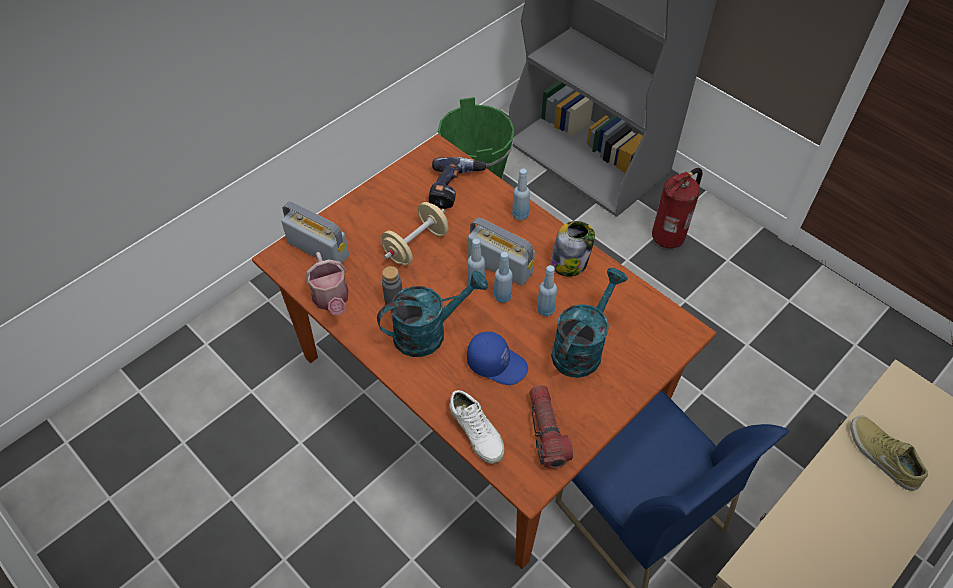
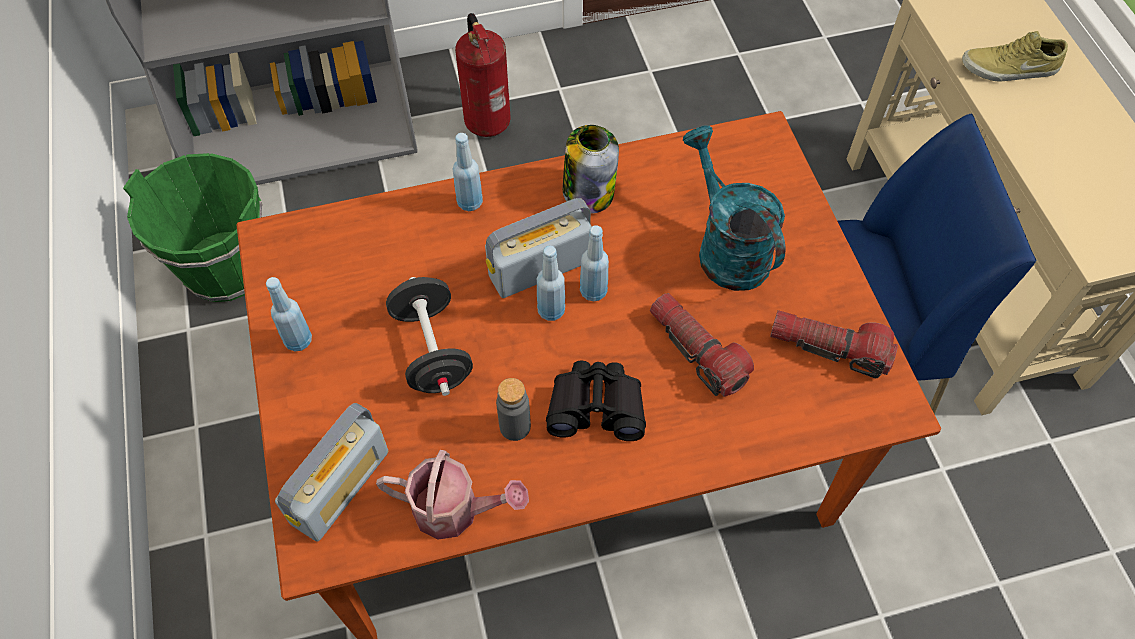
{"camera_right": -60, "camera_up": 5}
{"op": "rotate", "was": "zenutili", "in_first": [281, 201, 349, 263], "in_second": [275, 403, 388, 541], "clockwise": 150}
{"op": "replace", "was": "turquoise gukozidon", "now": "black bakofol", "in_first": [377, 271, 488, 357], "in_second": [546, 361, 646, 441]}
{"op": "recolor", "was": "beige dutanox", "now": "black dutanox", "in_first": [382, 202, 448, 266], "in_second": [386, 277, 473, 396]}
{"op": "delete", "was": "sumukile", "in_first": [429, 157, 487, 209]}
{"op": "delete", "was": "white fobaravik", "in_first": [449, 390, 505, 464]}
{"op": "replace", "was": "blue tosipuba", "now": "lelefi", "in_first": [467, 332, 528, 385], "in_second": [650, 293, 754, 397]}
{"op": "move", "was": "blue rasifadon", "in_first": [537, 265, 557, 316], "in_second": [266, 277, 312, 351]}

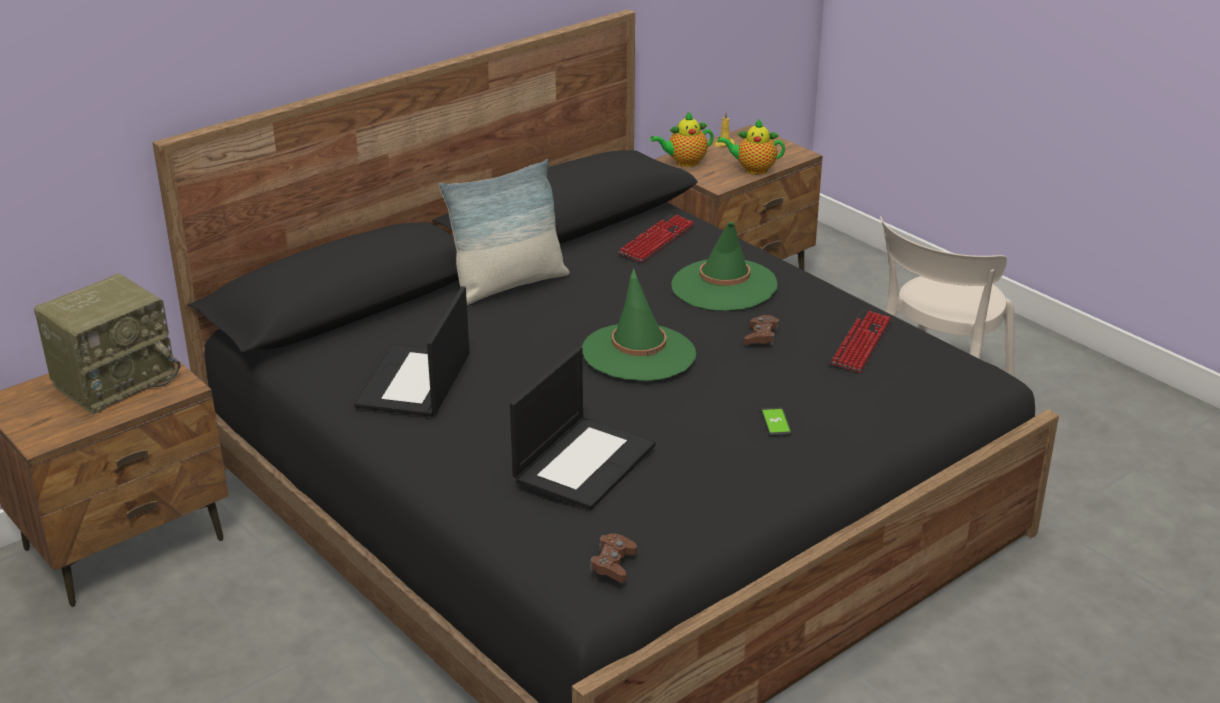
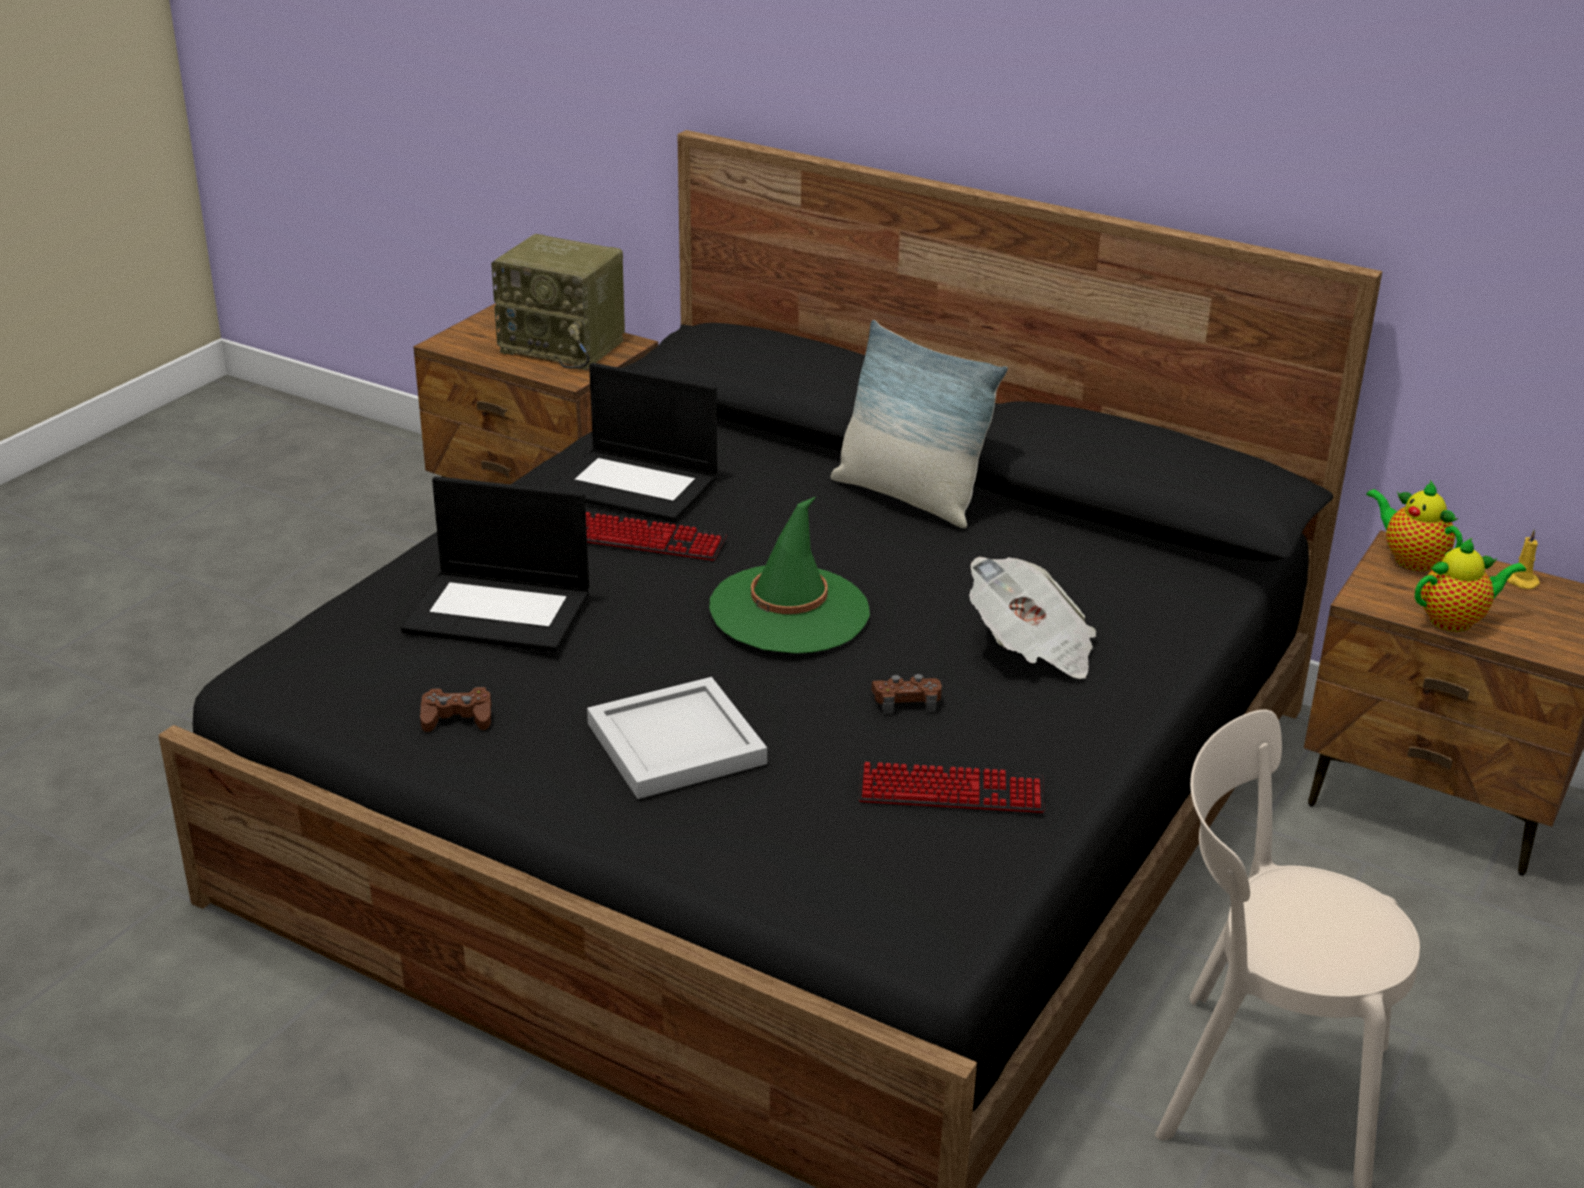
{"camera_right": 70, "camera_up": 0}
{"op": "rotate", "was": "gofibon", "in_first": [354, 286, 470, 417], "in_second": [548, 363, 717, 522], "clockwise": -150}
{"op": "move", "was": "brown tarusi", "in_first": [590, 533, 637, 582], "in_second": [420, 687, 492, 732]}
{"op": "move", "was": "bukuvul", "in_first": [618, 215, 695, 263], "in_second": [586, 512, 727, 561]}
{"op": "replace", "was": "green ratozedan", "now": "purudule", "in_first": [671, 222, 777, 311], "in_second": [969, 557, 1096, 679]}
{"op": "rotate", "was": "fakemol", "in_first": [717, 119, 785, 175], "in_second": [1415, 538, 1526, 632], "clockwise": 90}
{"op": "replace", "was": "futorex", "now": "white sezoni", "in_first": [761, 407, 792, 436], "in_second": [587, 677, 767, 799]}

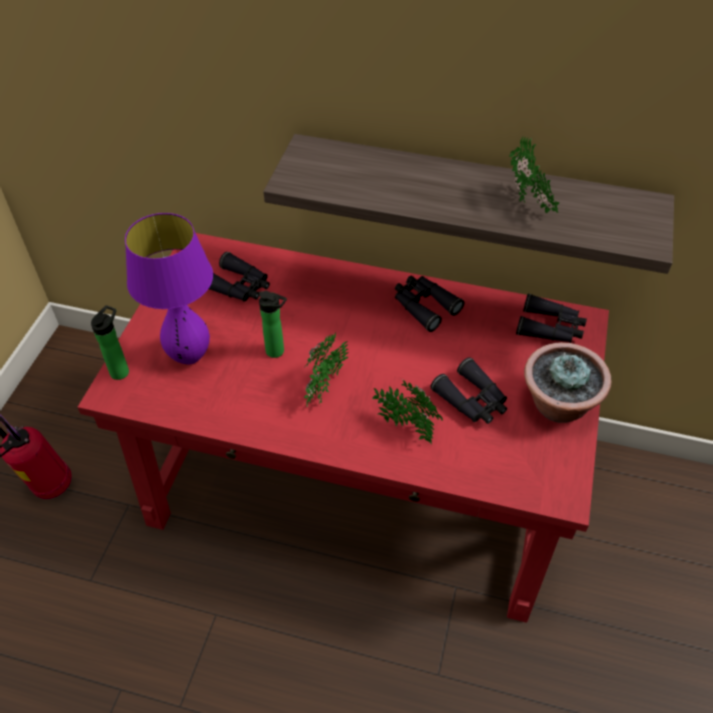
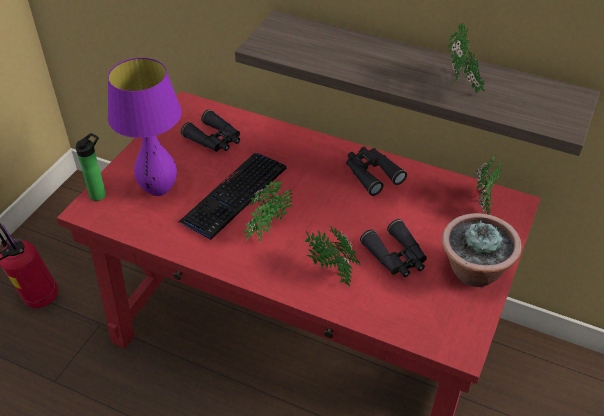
{"camera_right": 10, "camera_up": -5}
{"op": "replace", "was": "rasifadon", "now": "bukuvul", "in_first": [259, 291, 287, 358], "in_second": [179, 153, 286, 240]}
{"op": "replace", "was": "black bakofol", "now": "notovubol", "in_first": [516, 294, 587, 343], "in_second": [476, 153, 503, 215]}

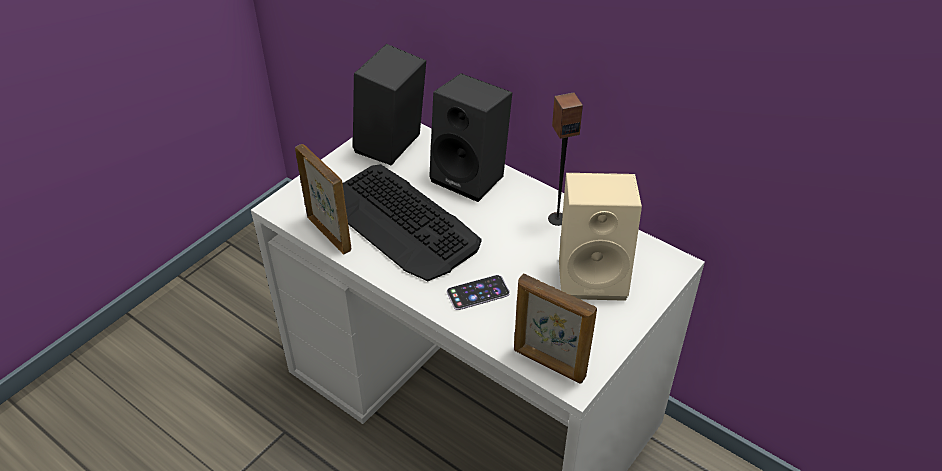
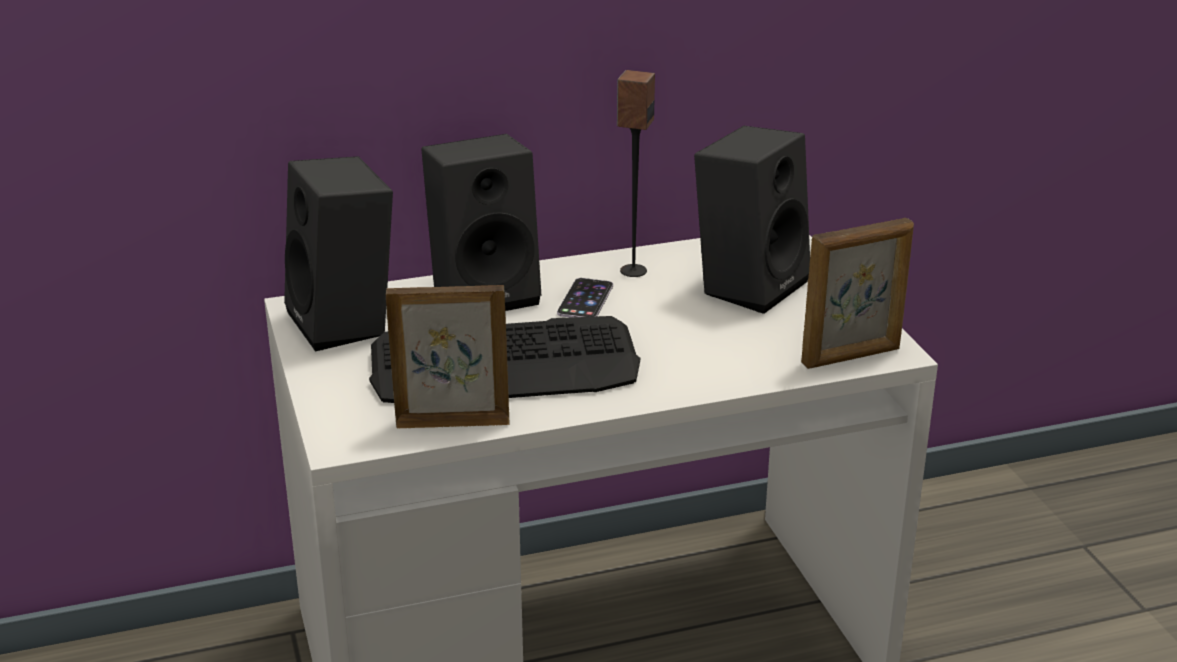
{"camera_right": -55, "camera_up": -15}
{"op": "move", "was": "futorex", "in_first": [447, 275, 510, 310], "in_second": [557, 278, 613, 318]}
{"op": "recolor", "was": "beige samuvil", "now": "black samuvil", "in_first": [559, 173, 642, 301], "in_second": [694, 126, 810, 314]}

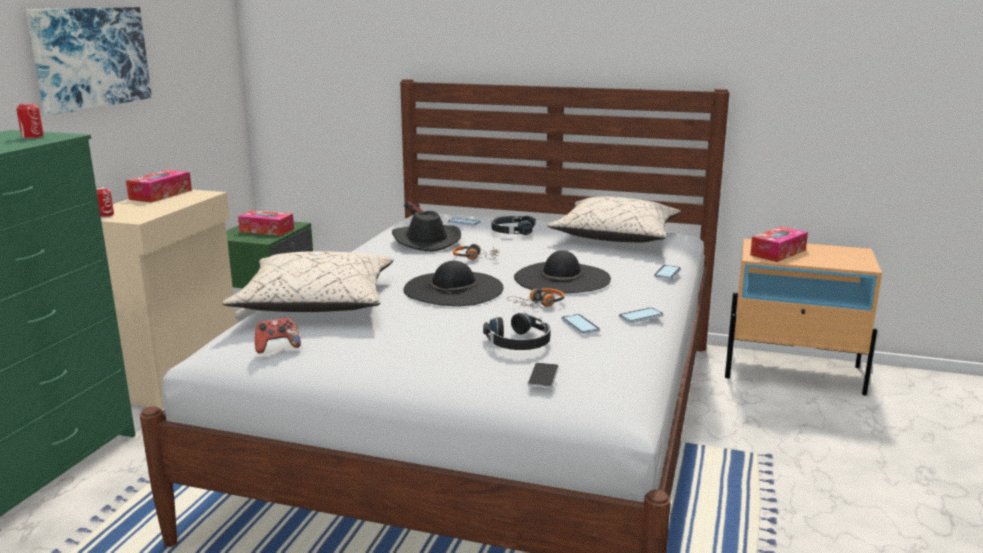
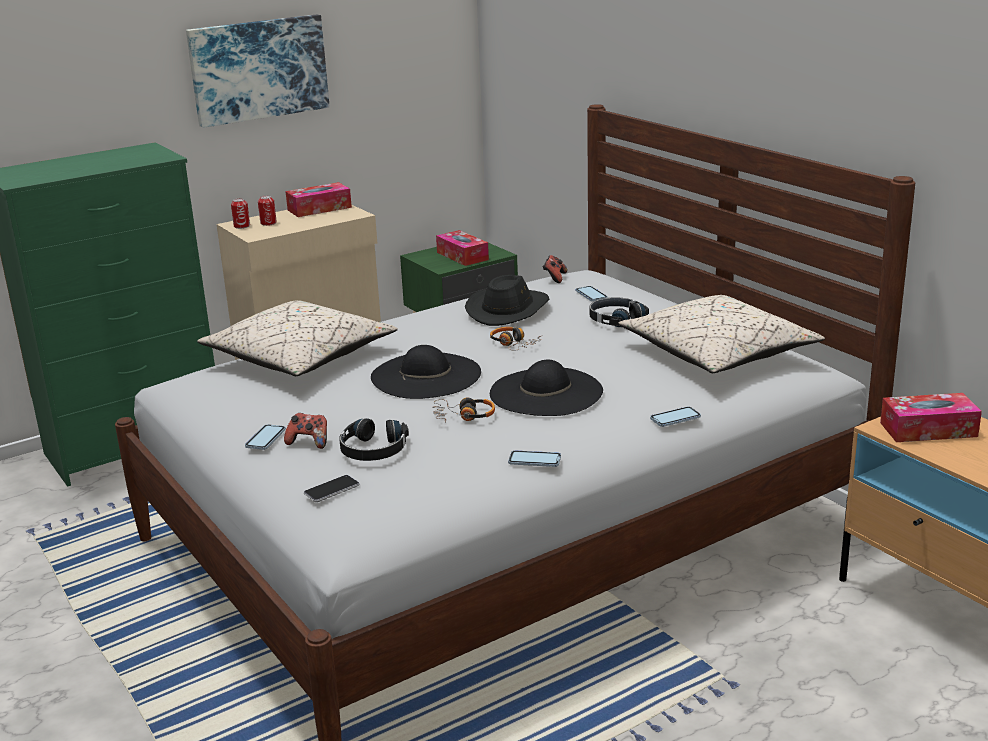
{"camera_right": 40, "camera_up": 5}
{"op": "move", "was": "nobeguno", "in_first": [16, 102, 44, 139], "in_second": [258, 196, 277, 226]}
{"op": "move", "was": "tarusi", "in_first": [255, 317, 301, 353], "in_second": [284, 413, 327, 449]}
{"op": "move", "was": "futorex", "in_first": [561, 314, 600, 334], "in_second": [245, 424, 286, 450]}

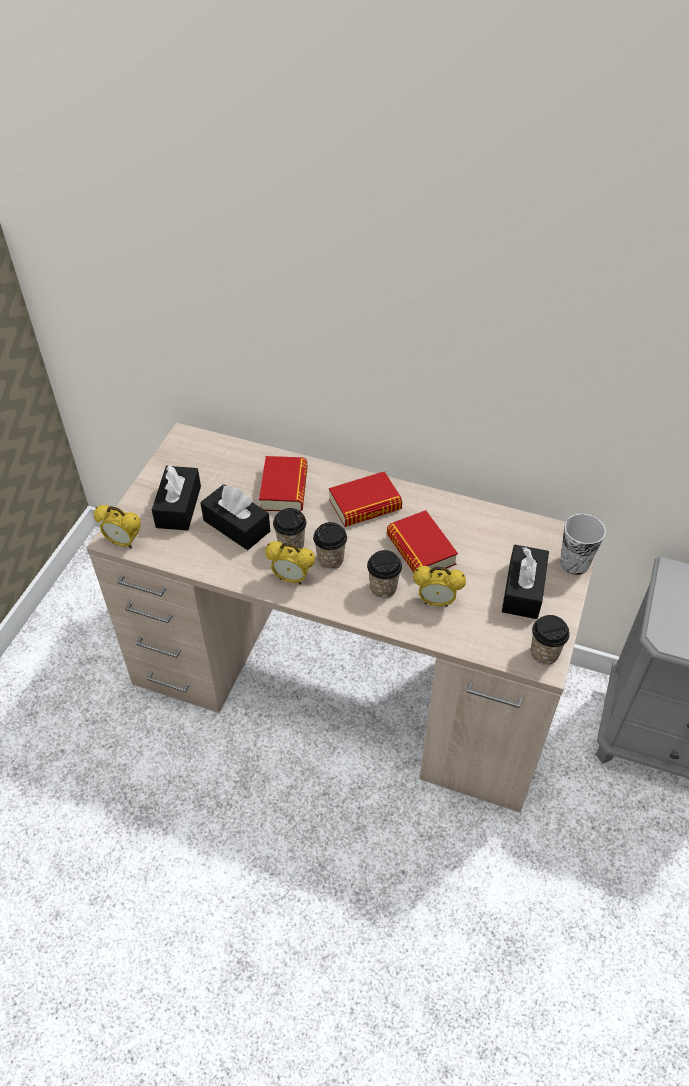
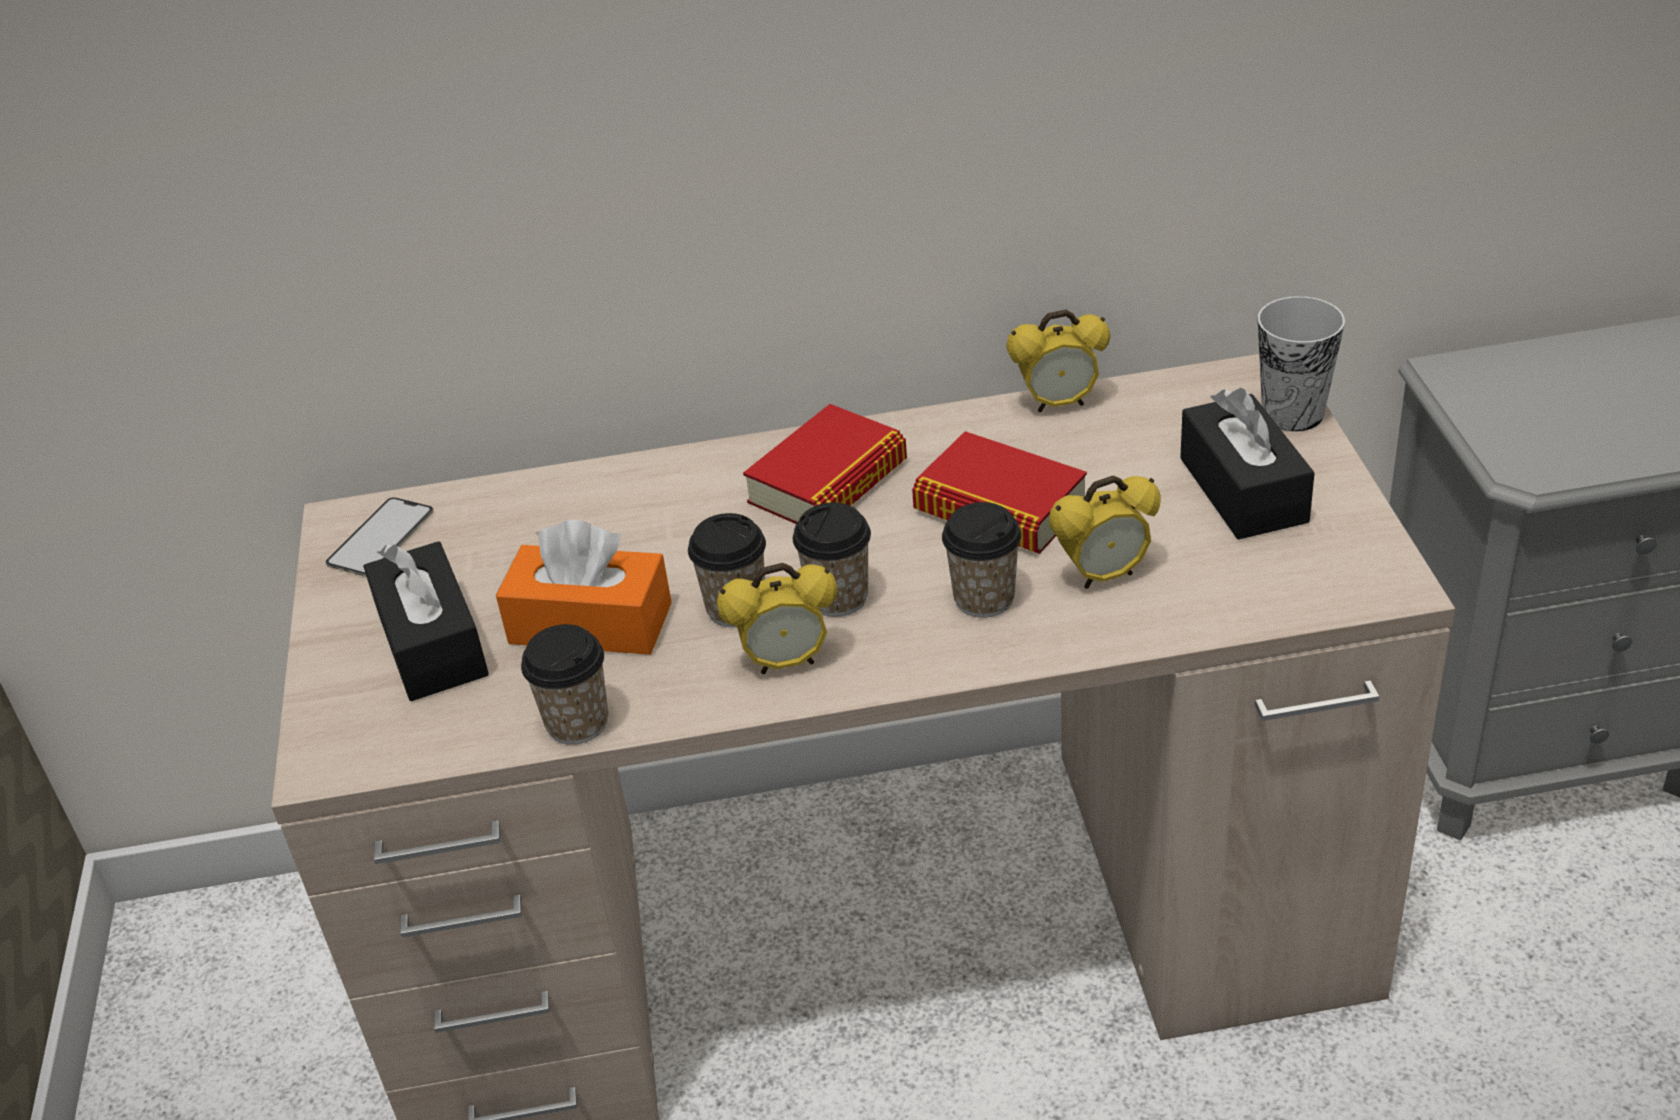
{"camera_right": -25, "camera_up": -10}
{"op": "move", "was": "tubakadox", "in_first": [94, 505, 141, 548], "in_second": [1006, 310, 1110, 412]}
{"op": "recolor", "was": "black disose", "now": "orange disose", "in_first": [200, 484, 270, 550], "in_second": [496, 520, 672, 655]}
{"op": "delete", "was": "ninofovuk", "in_first": [259, 456, 307, 511]}
{"op": "move", "was": "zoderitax", "in_first": [531, 615, 570, 665], "in_second": [521, 624, 608, 745]}
{"op": "insert", "now": "futorex", "in_second": [326, 497, 434, 577]}

